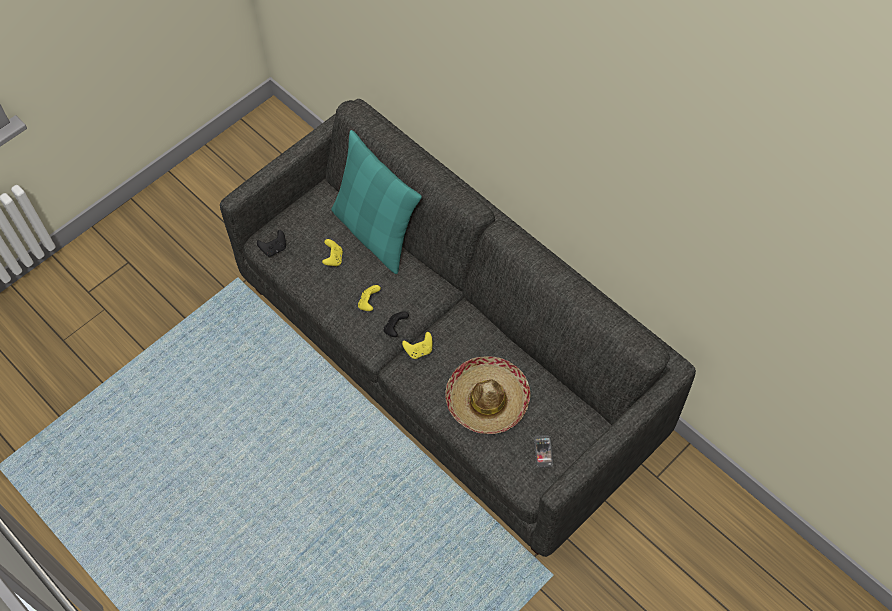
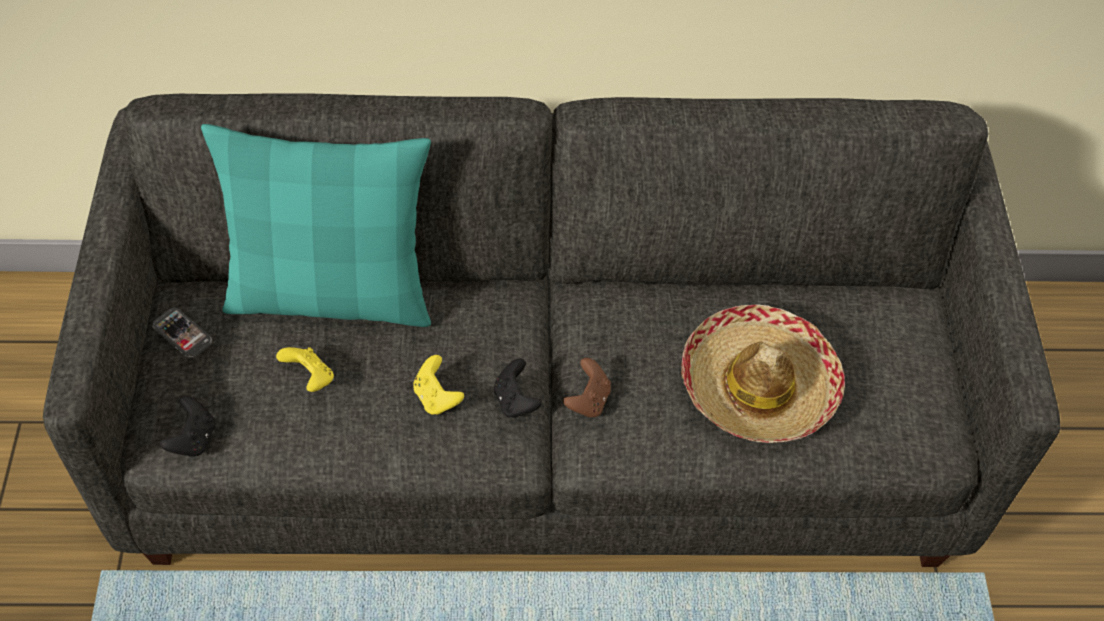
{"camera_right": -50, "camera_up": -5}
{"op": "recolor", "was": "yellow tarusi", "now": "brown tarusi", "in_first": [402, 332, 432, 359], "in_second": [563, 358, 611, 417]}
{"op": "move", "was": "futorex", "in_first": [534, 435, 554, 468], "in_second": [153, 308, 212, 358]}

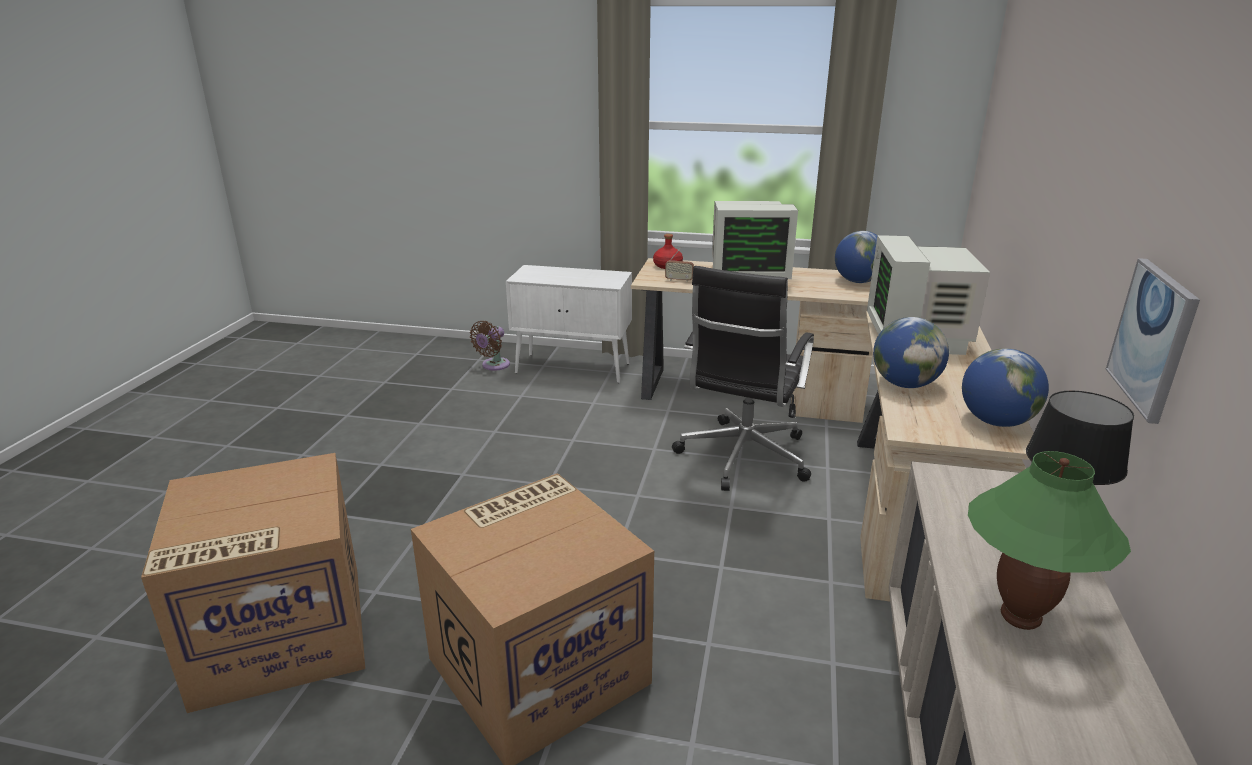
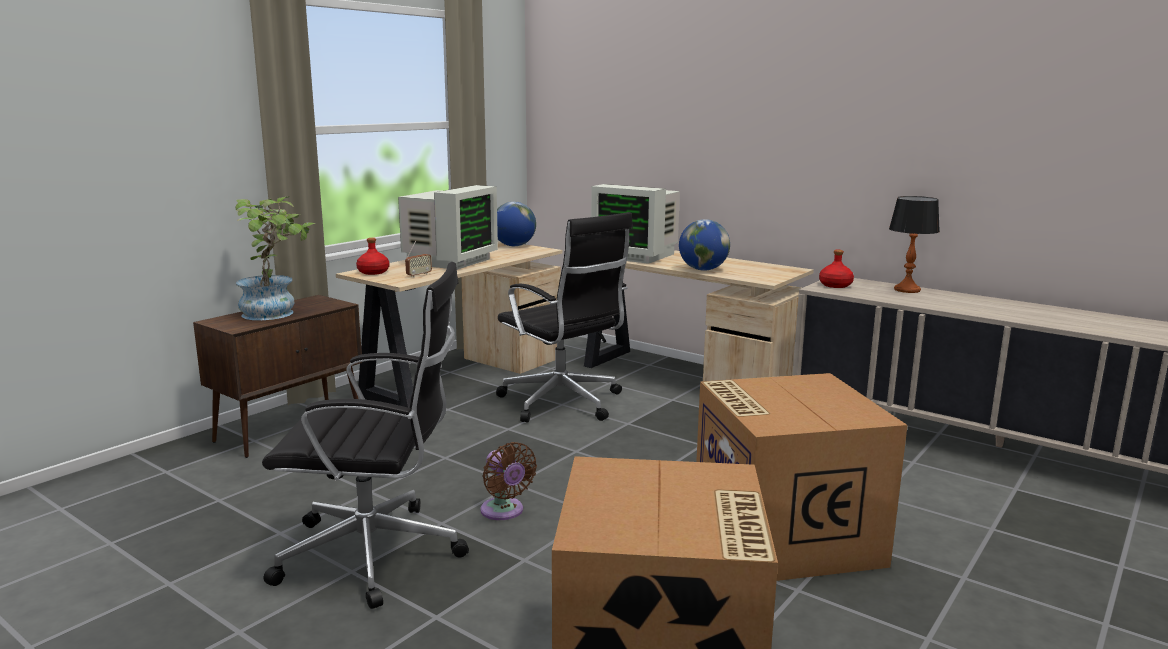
{"camera_right": -65, "camera_up": -10}
{"op": "move", "was": "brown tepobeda", "in_first": [470, 321, 510, 371], "in_second": [480, 442, 537, 520]}
{"op": "recolor", "was": "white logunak", "now": "brown logunak", "in_first": [506, 265, 632, 383], "in_second": [193, 295, 362, 458]}
{"op": "delete", "was": "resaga", "in_first": [962, 348, 1049, 427]}
{"op": "delete", "was": "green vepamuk", "in_first": [968, 451, 1131, 630]}
{"op": "delete", "was": "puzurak", "in_first": [1106, 258, 1200, 424]}
{"op": "insert", "now": "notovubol", "in_second": [235, 196, 317, 320]}
{"op": "insert", "now": "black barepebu", "in_second": [262, 262, 469, 609]}
{"op": "insert", "now": "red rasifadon", "in_second": [819, 250, 854, 288]}

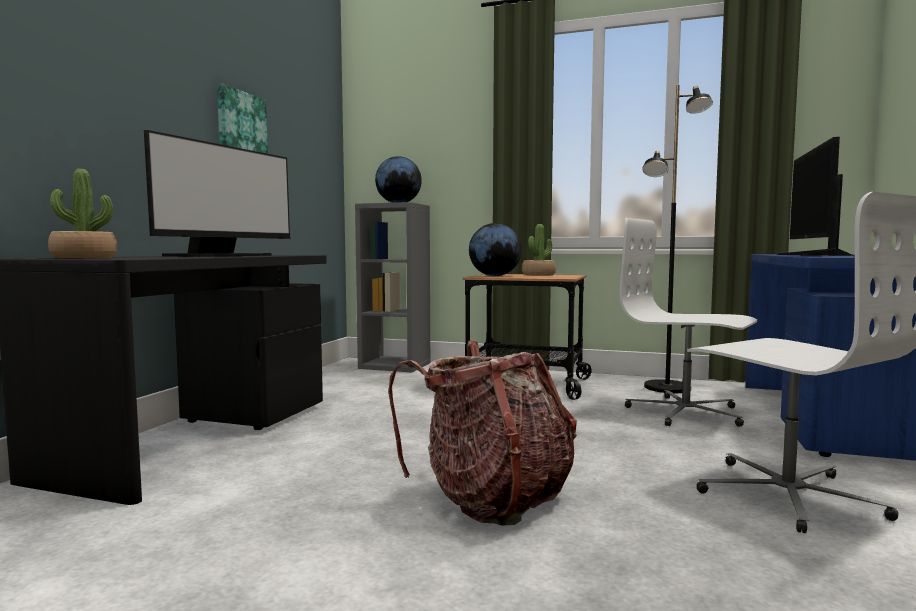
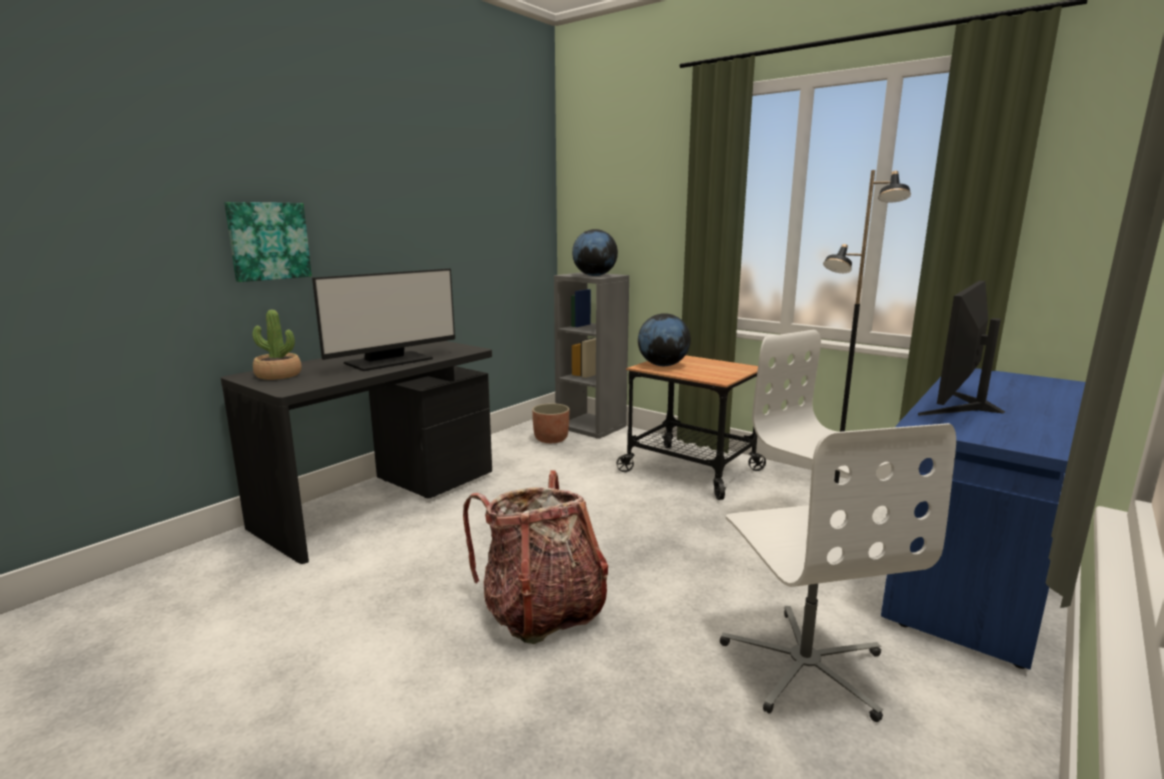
{"camera_right": 20, "camera_up": 10}
{"op": "move", "was": "puzurak", "in_first": [217, 84, 268, 154], "in_second": [224, 202, 312, 282]}
{"op": "delete", "was": "notovubol", "in_first": [522, 224, 556, 276]}
{"op": "insert", "now": "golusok", "in_second": [532, 403, 570, 443]}

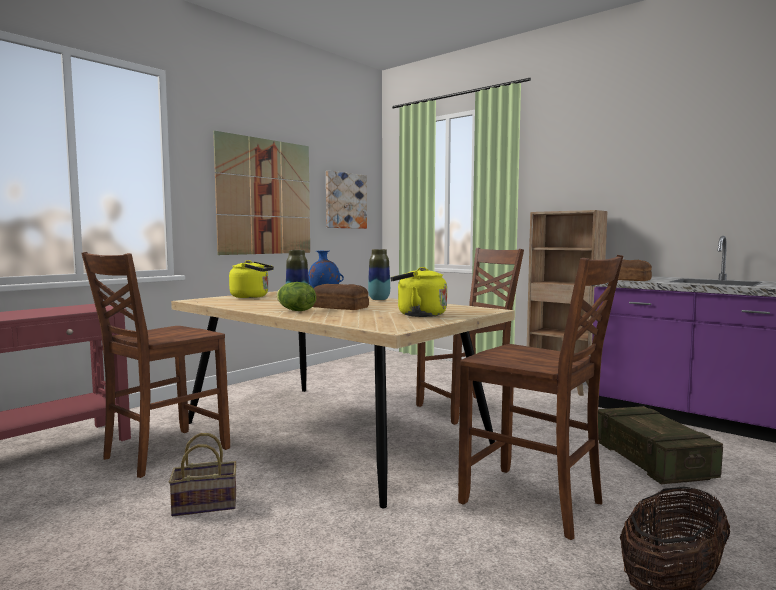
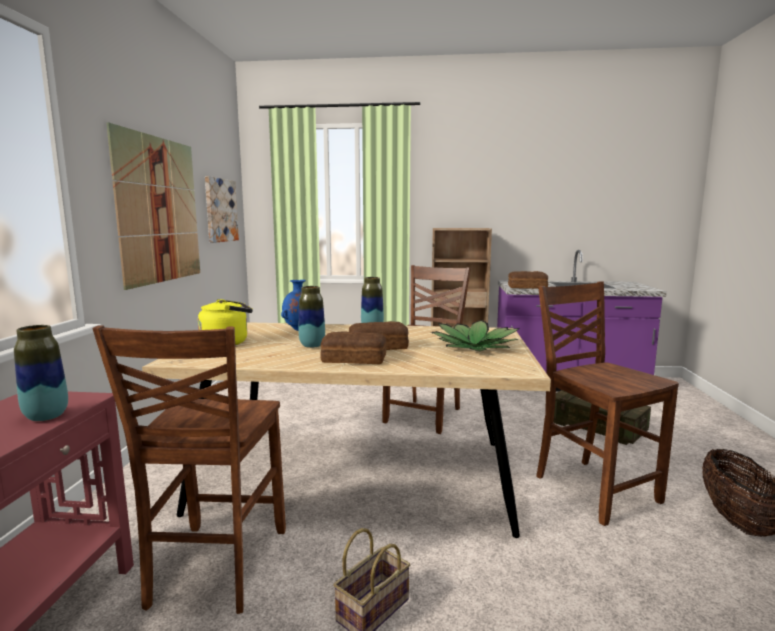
{"camera_right": -35, "camera_up": 5}
{"op": "replace", "was": "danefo", "now": "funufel", "in_first": [276, 282, 316, 311], "in_second": [320, 331, 386, 364]}
{"op": "replace", "was": "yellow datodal", "now": "notovubol", "in_first": [390, 267, 447, 317], "in_second": [431, 320, 520, 351]}
{"op": "rotate", "was": "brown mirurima", "in_first": [458, 255, 623, 540], "in_second": [536, 282, 679, 526], "clockwise": -120}
{"op": "insert", "now": "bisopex", "in_second": [14, 325, 68, 421]}

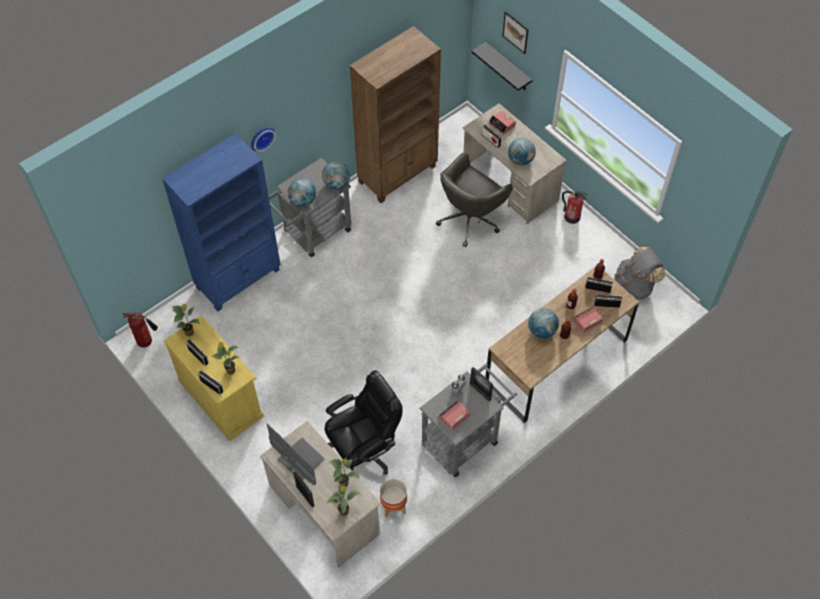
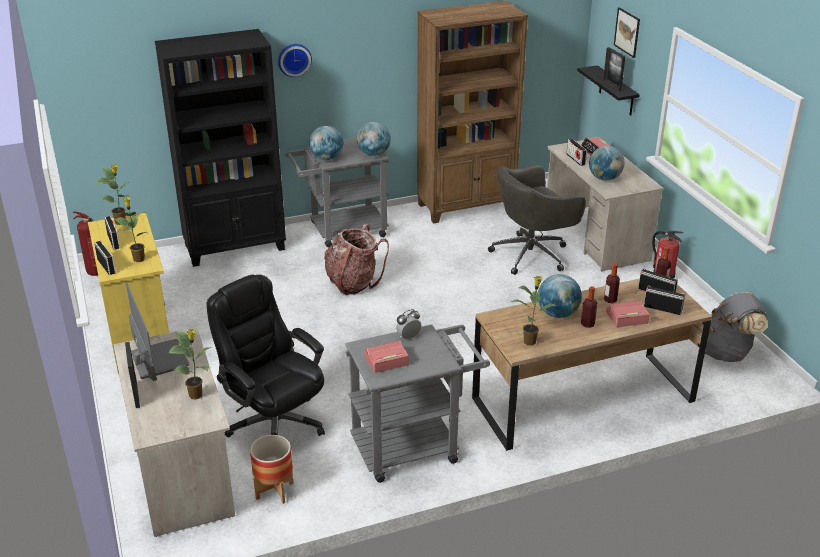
{"camera_right": 20, "camera_up": -25}
{"op": "recolor", "was": "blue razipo", "now": "black razipo", "in_first": [162, 133, 281, 311], "in_second": [155, 29, 286, 267]}
{"op": "rotate", "was": "black barepebu", "in_first": [325, 370, 403, 475], "in_second": [207, 274, 325, 437], "clockwise": -120}
{"op": "move", "was": "notovubol", "in_first": [326, 484, 360, 516], "in_second": [511, 276, 558, 345]}
{"op": "move", "was": "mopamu", "in_first": [470, 367, 493, 401], "in_second": [603, 47, 626, 91]}
{"op": "insert", "now": "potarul", "in_second": [324, 223, 389, 295]}

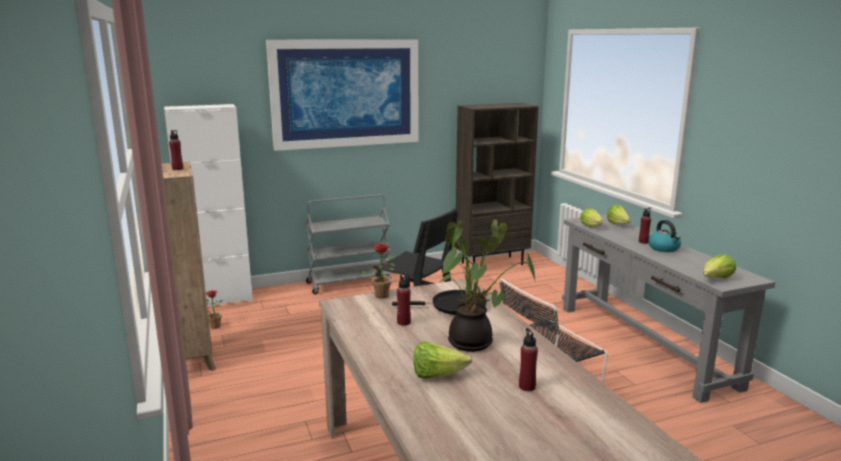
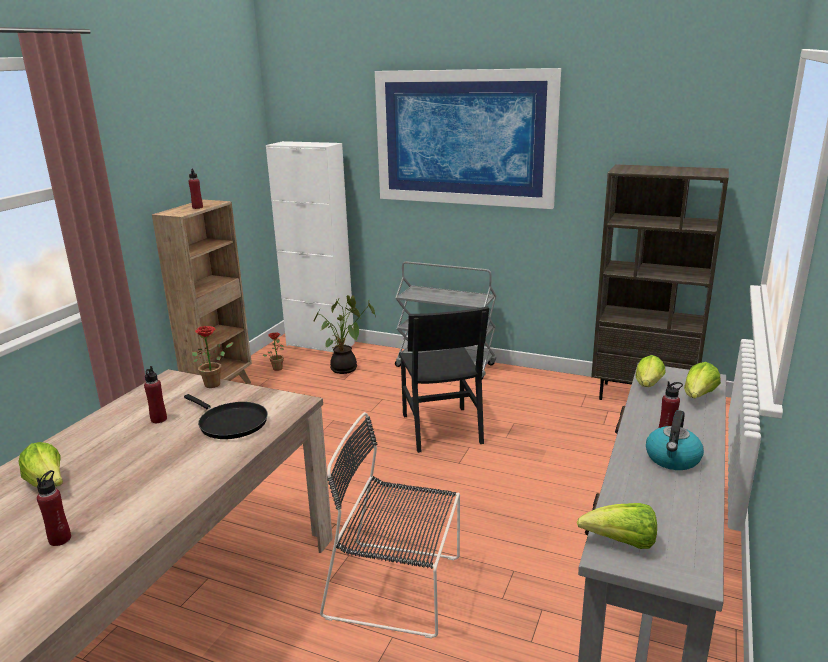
{"camera_right": 45, "camera_up": 5}
{"op": "move", "was": "notovubol", "in_first": [440, 219, 536, 352], "in_second": [314, 295, 375, 374]}

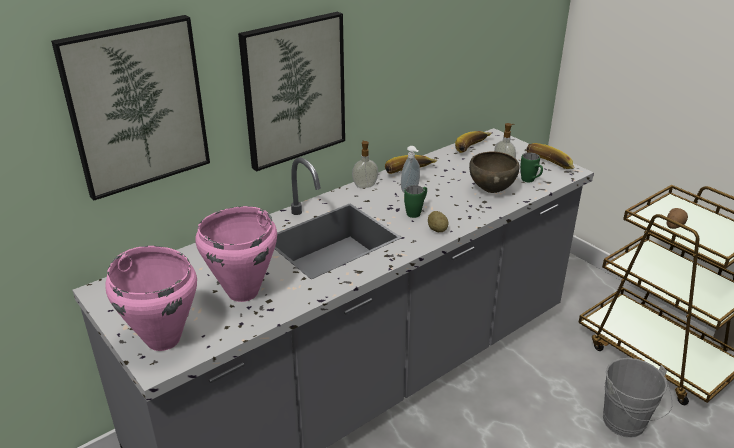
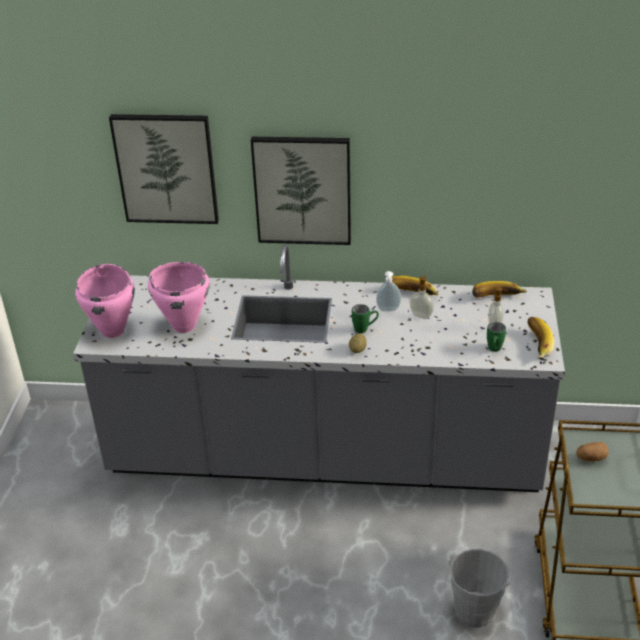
{"camera_right": 45, "camera_up": 5}
{"op": "move", "was": "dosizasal", "in_first": [352, 141, 378, 188], "in_second": [410, 275, 434, 319]}
{"op": "delete", "was": "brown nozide", "in_first": [469, 152, 520, 193]}

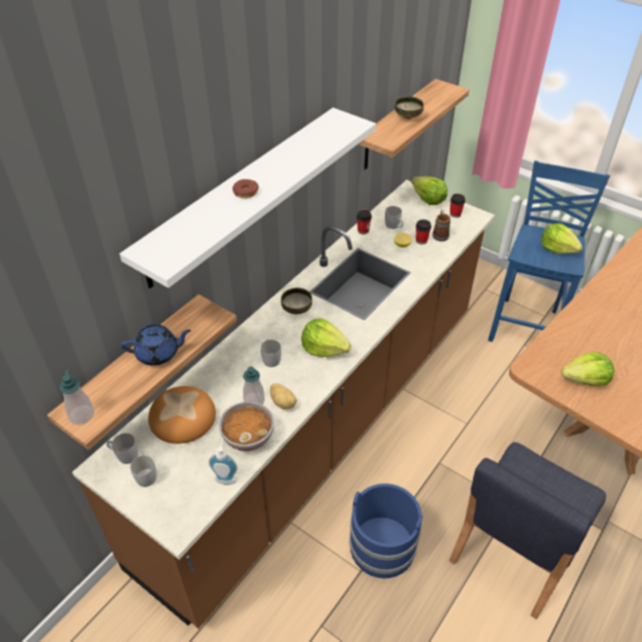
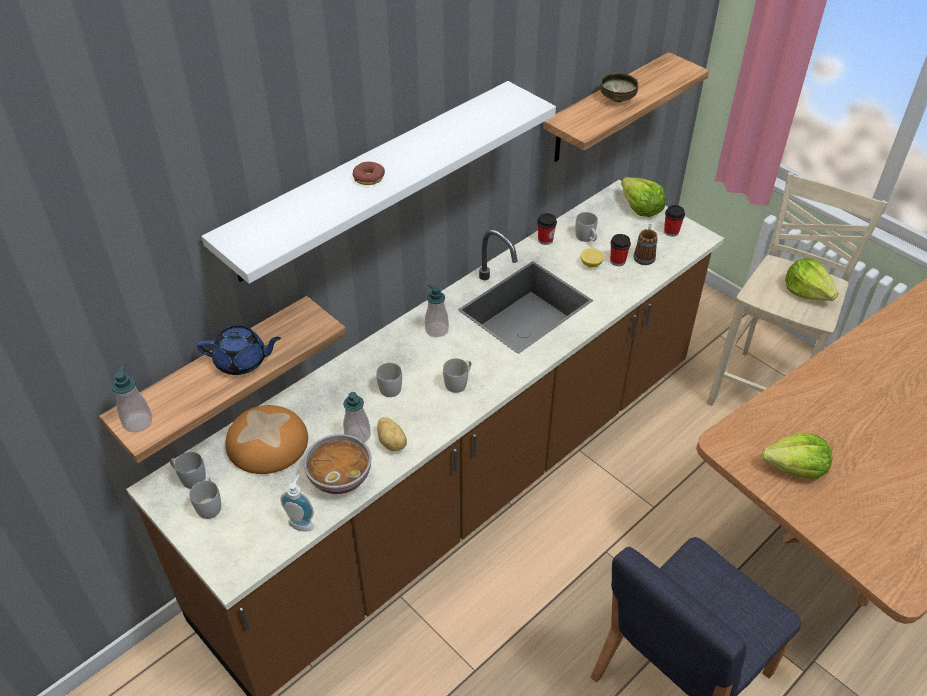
{"camera_right": 10, "camera_up": 0}
{"op": "replace", "was": "nozide", "now": "dosizasal", "in_first": [281, 288, 312, 314], "in_second": [425, 284, 449, 337]}
{"op": "replace", "was": "danefo", "now": "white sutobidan", "in_first": [302, 318, 351, 357], "in_second": [443, 358, 471, 393]}
{"op": "delete", "was": "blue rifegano", "in_first": [349, 483, 423, 578]}
{"op": "recolor", "was": "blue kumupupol", "now": "beige kumupupol", "in_first": [488, 161, 610, 342], "in_second": [707, 172, 888, 405]}

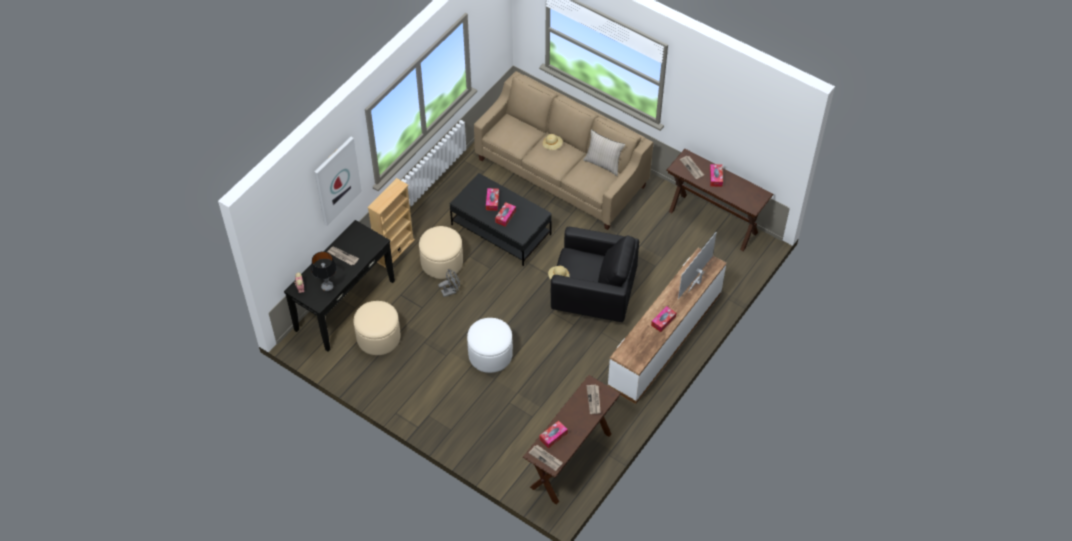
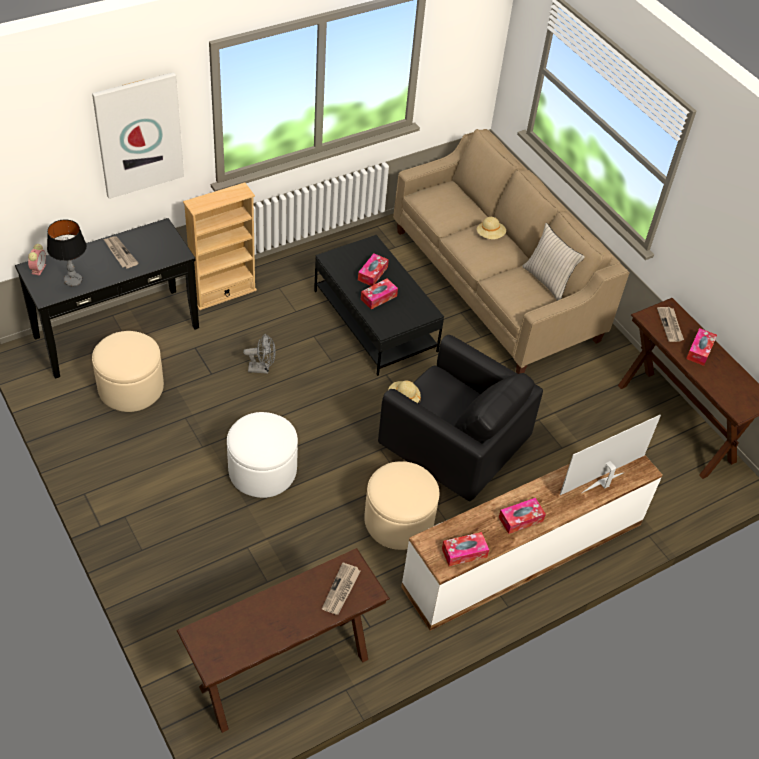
{"camera_right": 20, "camera_up": -5}
{"op": "move", "was": "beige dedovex", "in_first": [419, 226, 463, 279], "in_second": [364, 461, 439, 550]}
{"op": "delete", "was": "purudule", "in_first": [529, 445, 563, 471]}
{"op": "move", "was": "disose", "in_first": [540, 421, 568, 448], "in_second": [442, 532, 489, 566]}

